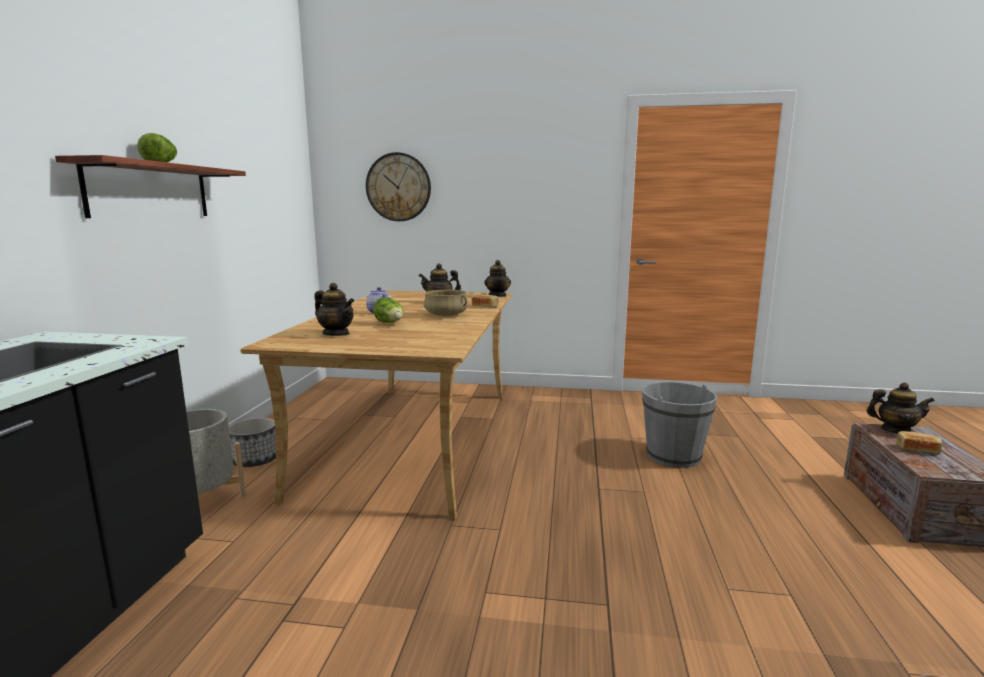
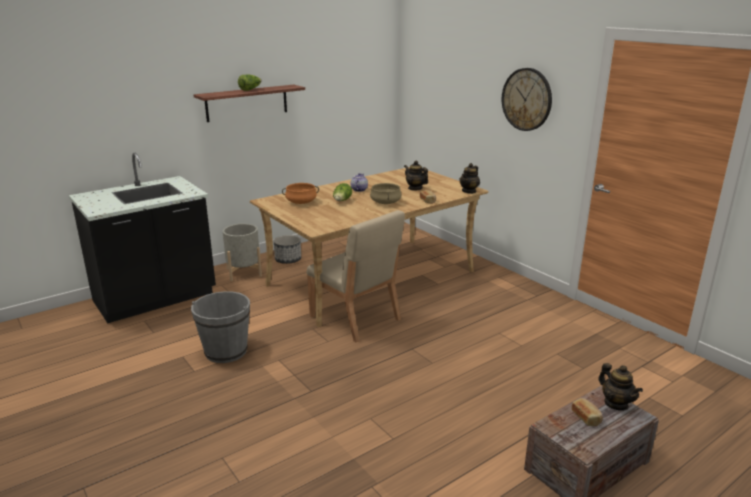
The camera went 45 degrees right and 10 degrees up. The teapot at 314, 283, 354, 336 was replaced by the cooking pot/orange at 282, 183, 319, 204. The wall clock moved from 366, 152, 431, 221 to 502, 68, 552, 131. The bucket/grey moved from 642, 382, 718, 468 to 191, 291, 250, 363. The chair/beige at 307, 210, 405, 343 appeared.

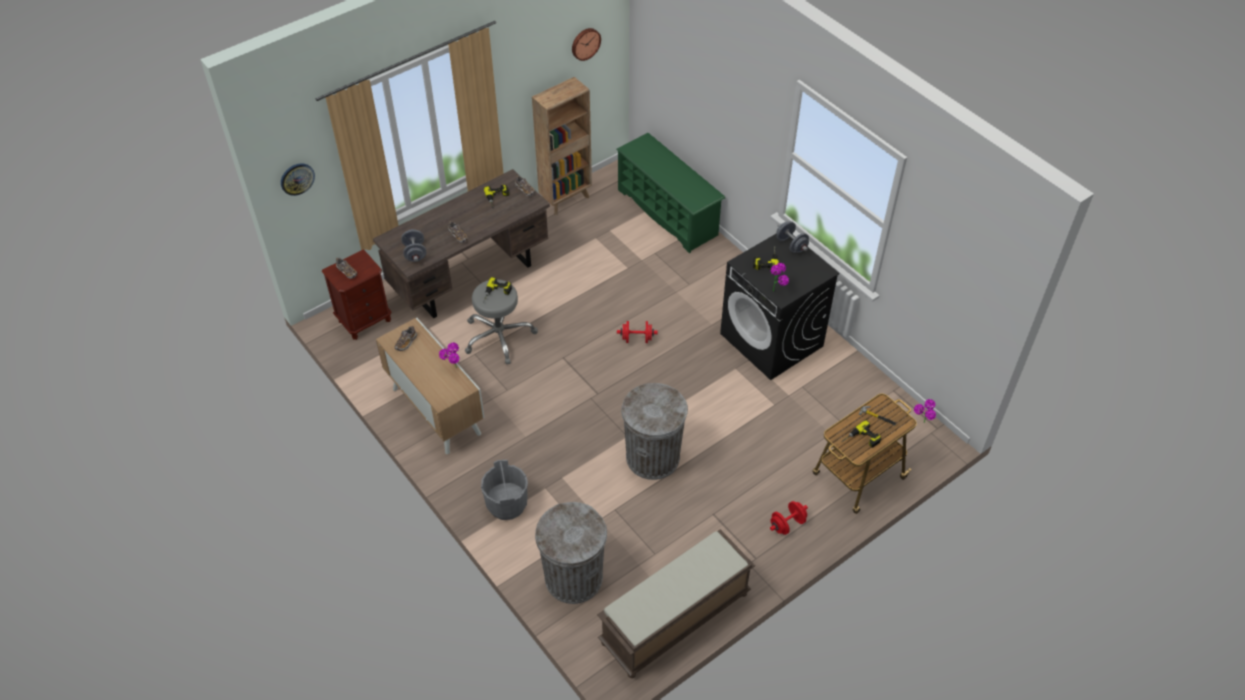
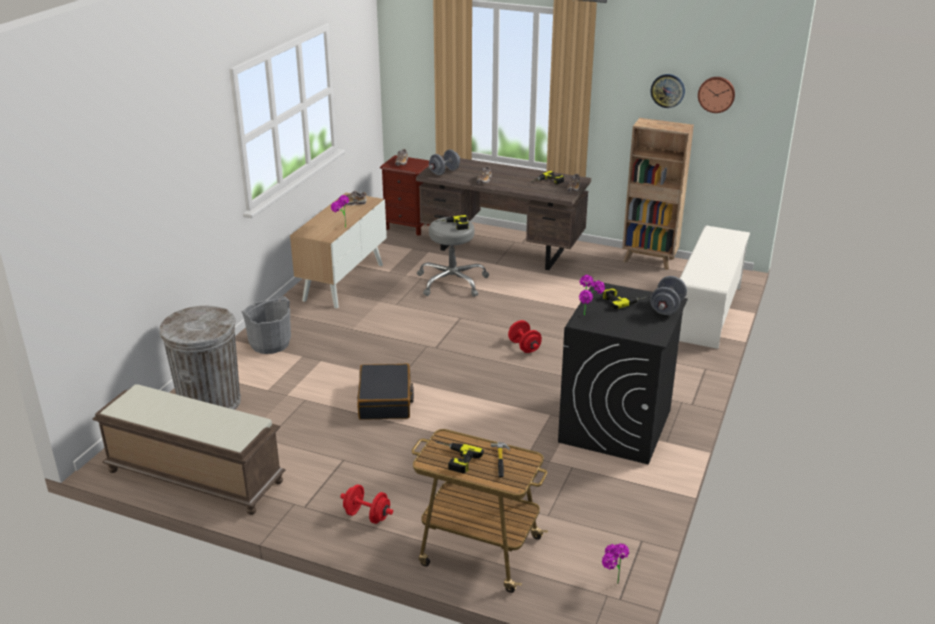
The camera went 60 degrees right and 20 degrees down. The wall clock moved from 281, 163, 315, 196 to 651, 74, 685, 108. The shoe rack/green at 616, 133, 726, 254 became the shoe rack/white at 679, 225, 750, 349. The trash can/grey at 621, 383, 688, 480 was replaced by the suitcase/black at 357, 363, 414, 420.

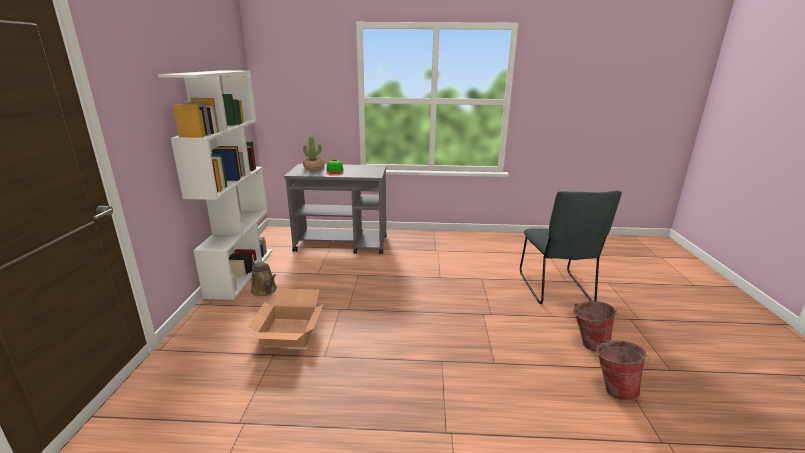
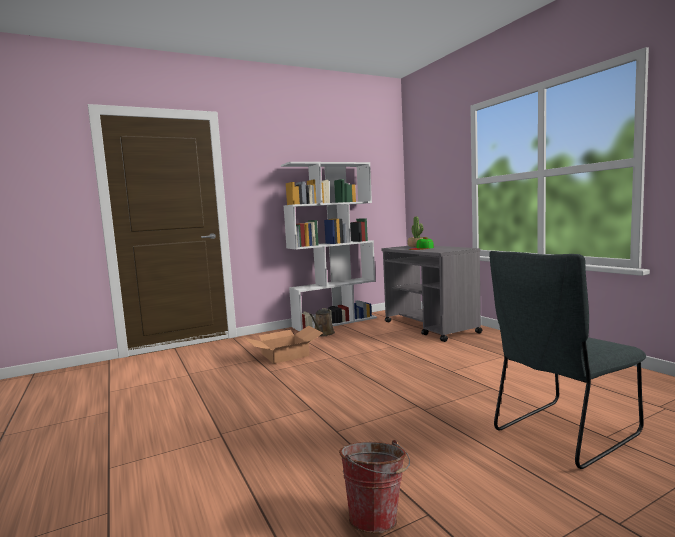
The camera went 60 degrees right and 15 degrees down. The bucket at 573, 301, 618, 351 disappeared.

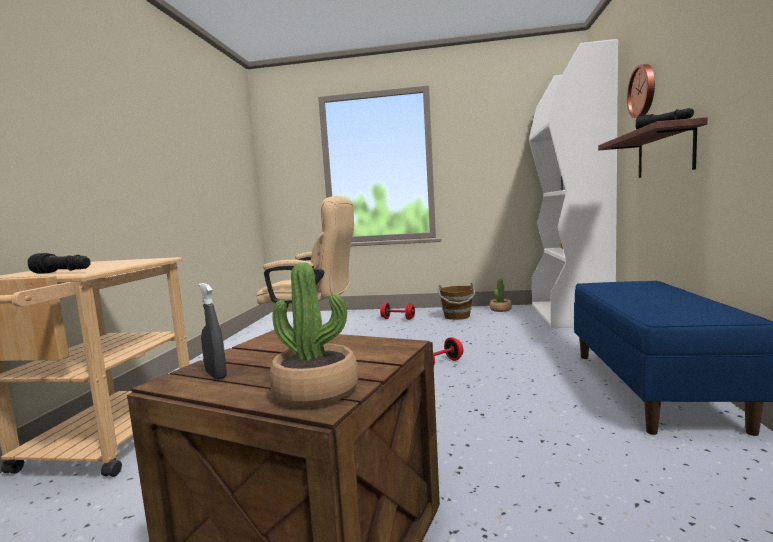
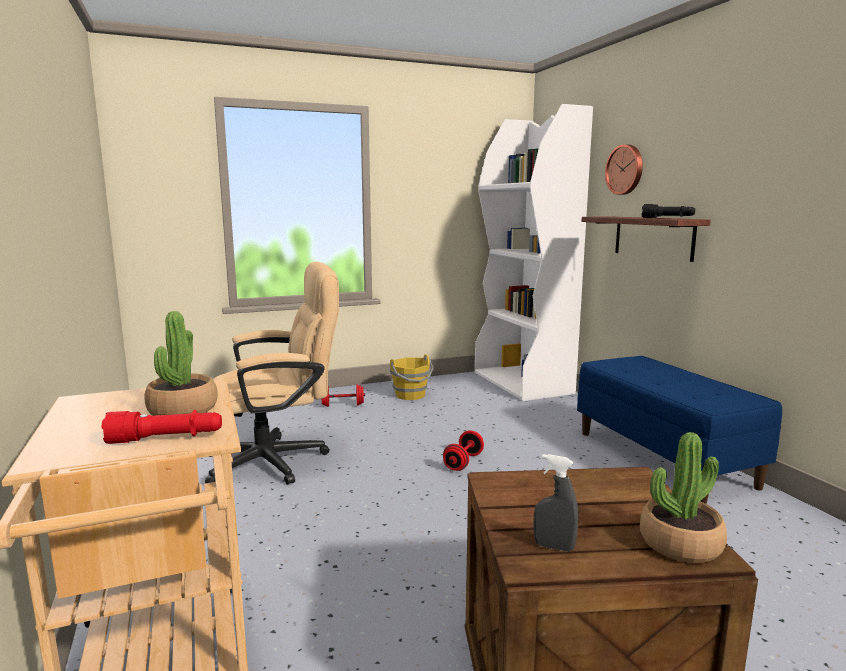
The camera went 30 degrees left and 5 degrees up. The flashlight/black at 28, 253, 91, 273 became the flashlight/red at 101, 410, 222, 444. The bucket/brown at 438, 283, 476, 320 became the bucket/yellow at 390, 355, 434, 400. The potted plant moved from 490, 278, 512, 312 to 144, 311, 218, 416.

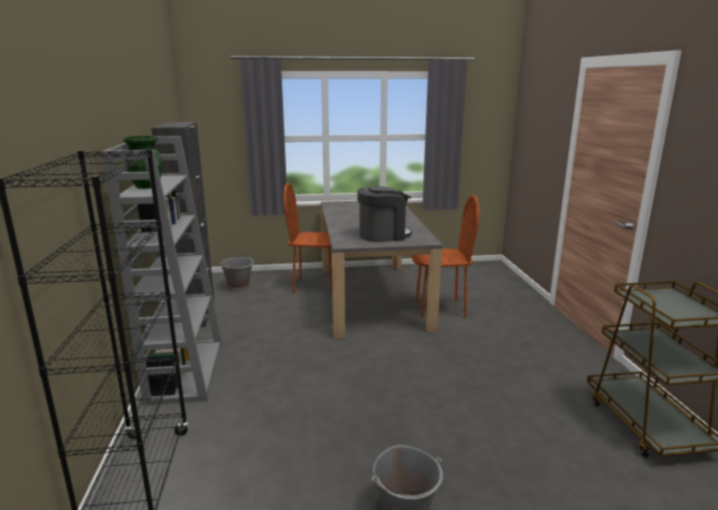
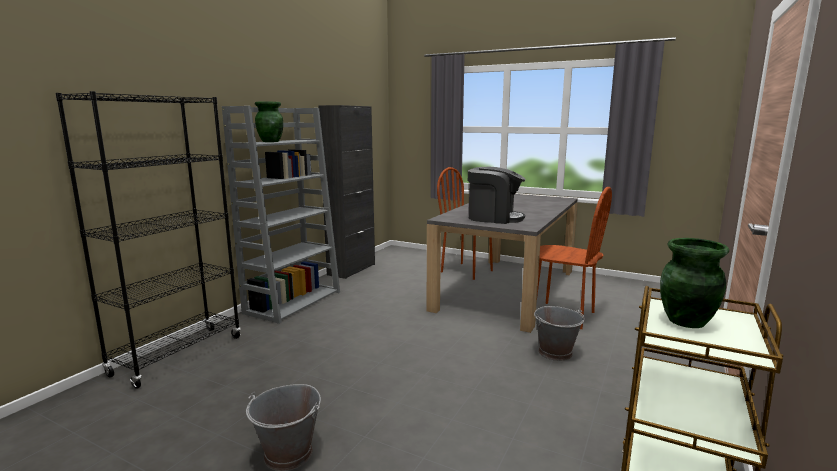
The camera went 35 degrees right and 5 degrees down. The bucket/grey moved from 221, 255, 254, 292 to 534, 306, 585, 361. The vase/green at 660, 238, 729, 328 appeared.

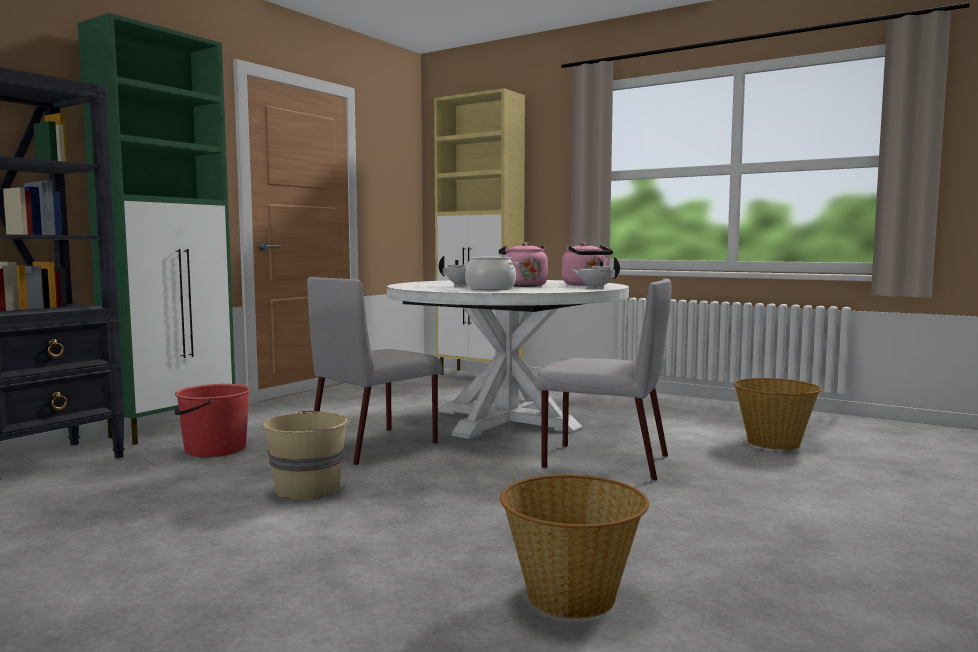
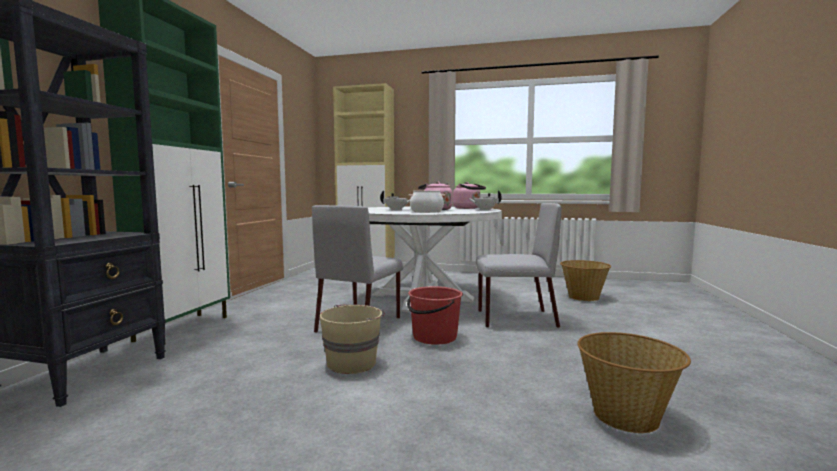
The camera went 20 degrees left and 0 degrees up. The bucket/red moved from 174, 384, 251, 457 to 407, 286, 463, 345.

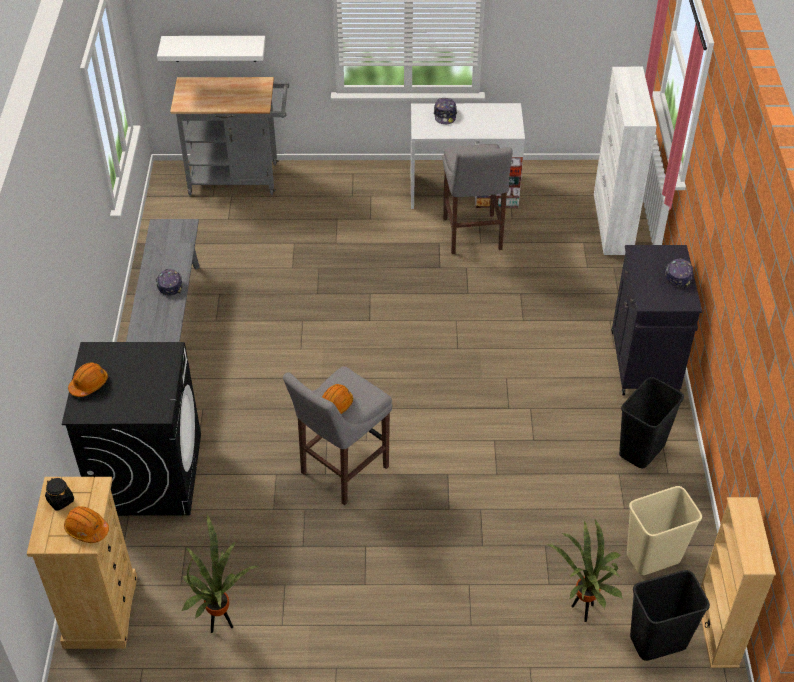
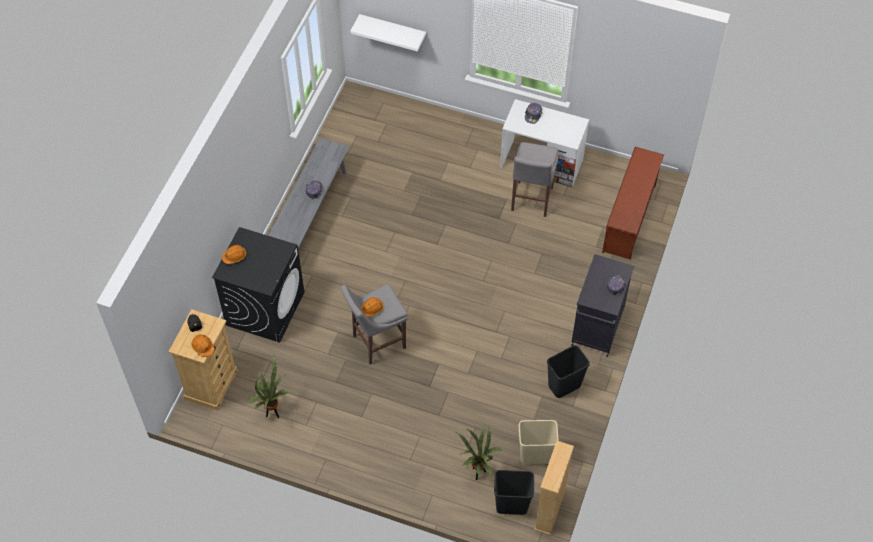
The camera went 20 degrees right and 10 degrees up. The cart/grey at 170, 77, 289, 195 disappeared. The cabinet/white at 594, 67, 657, 255 was replaced by the shoe rack/brown at 602, 147, 664, 260.

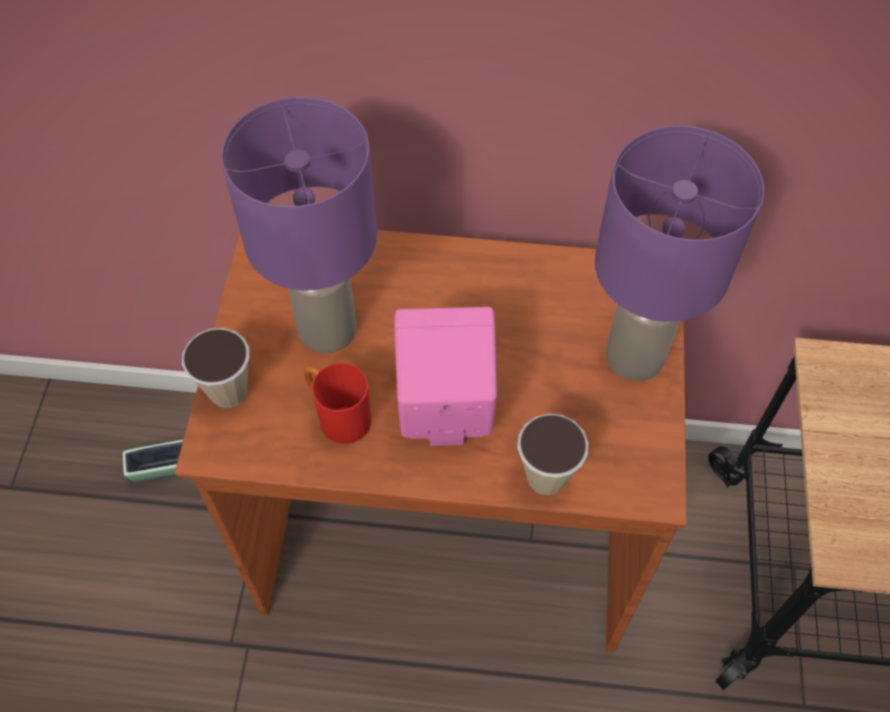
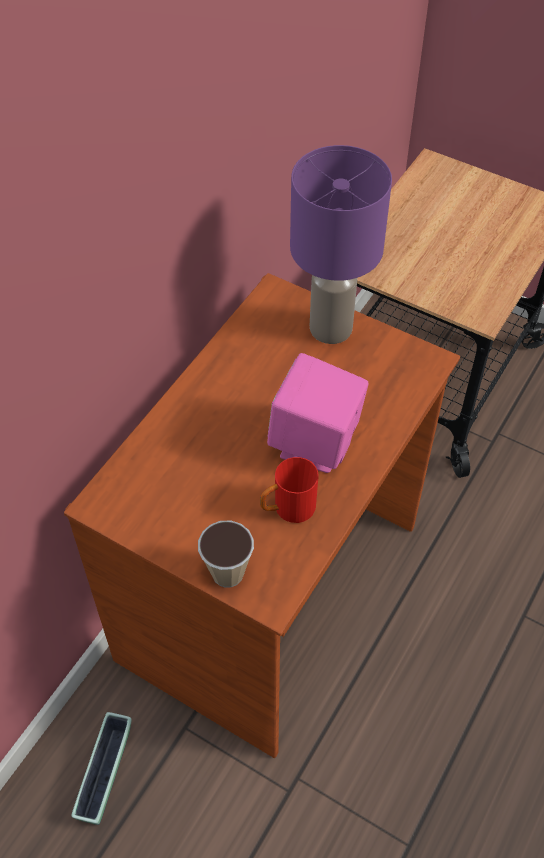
The camera went 65 degrees left and 5 degrees down. The table lamp/purple at 221, 97, 377, 353 disappeared. The cup at 517, 413, 588, 495 disappeared.

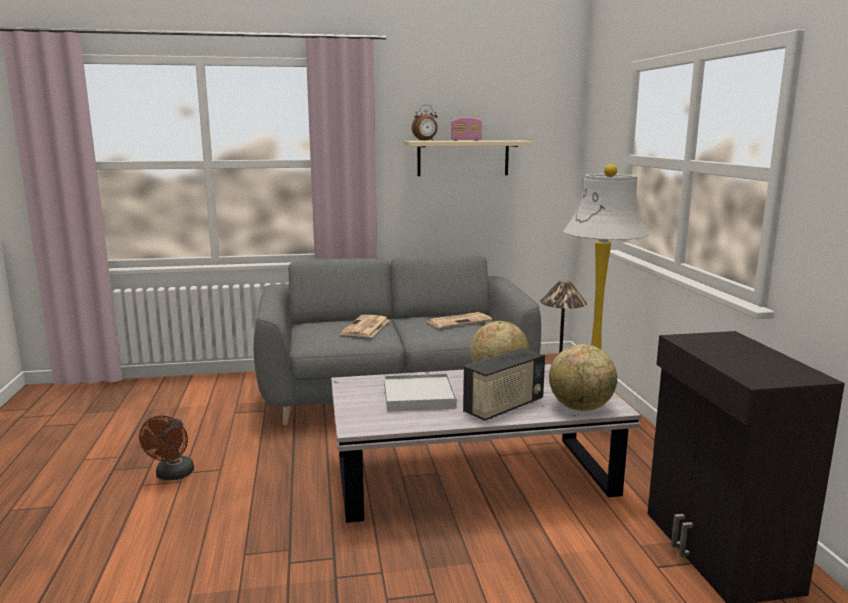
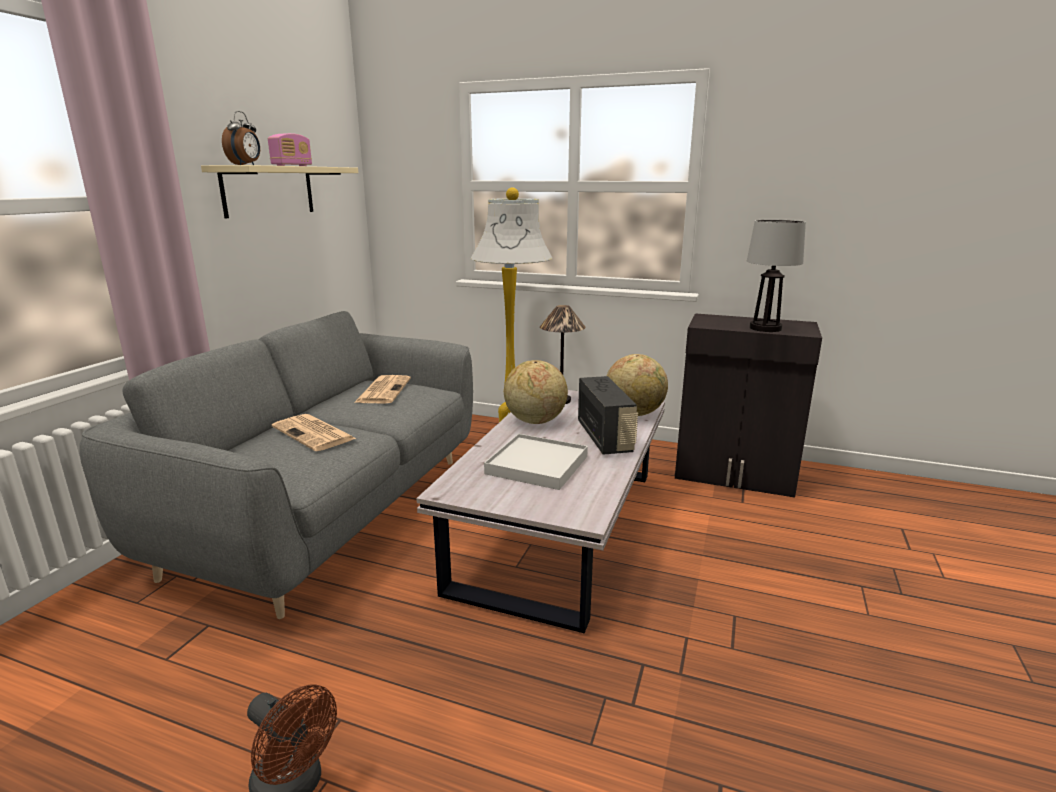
The camera went 60 degrees left and 5 degrees up. The table lamp at 747, 220, 806, 332 appeared.

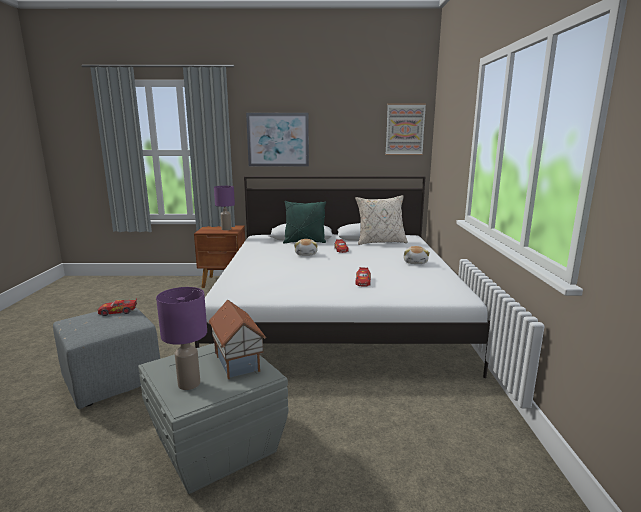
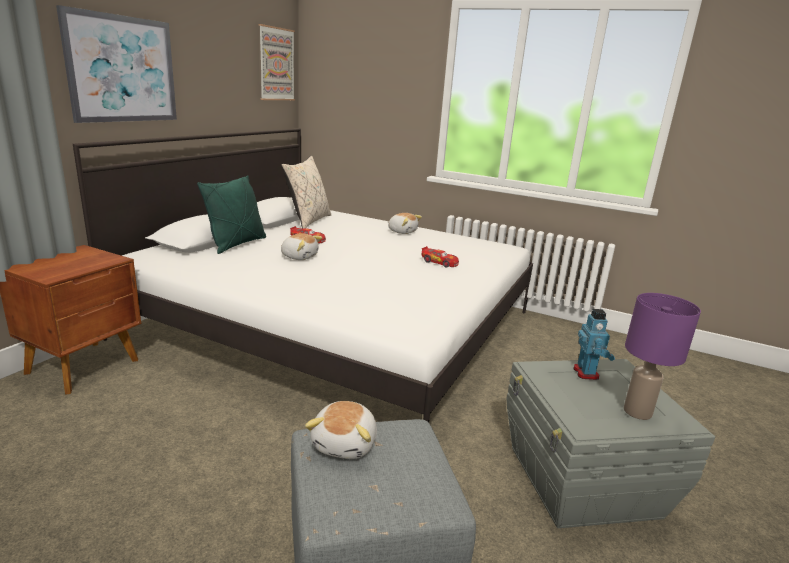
The camera went 65 degrees left and 5 degrees up. The toy car at 97, 298, 137, 316 was replaced by the plush toy at 305, 401, 377, 459. The toy house at 208, 300, 266, 379 was replaced by the toy robot at 573, 309, 615, 380. The table lamp/purple at 214, 186, 235, 230 disappeared.

